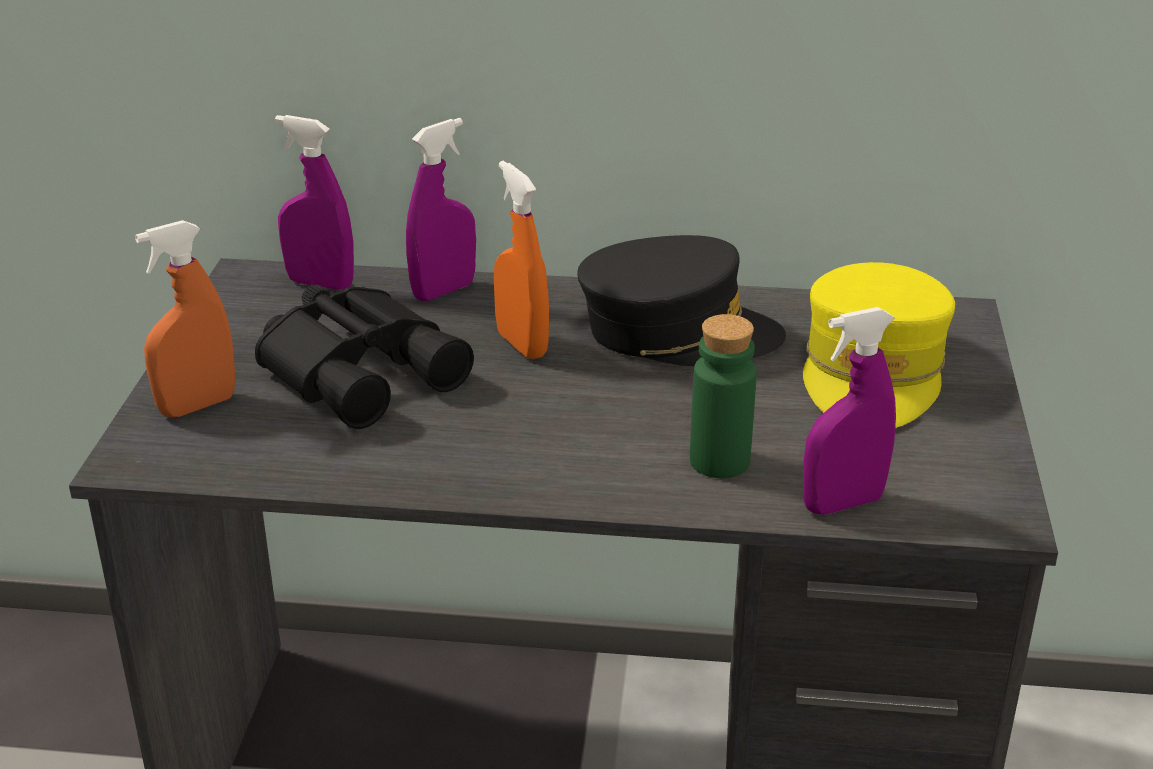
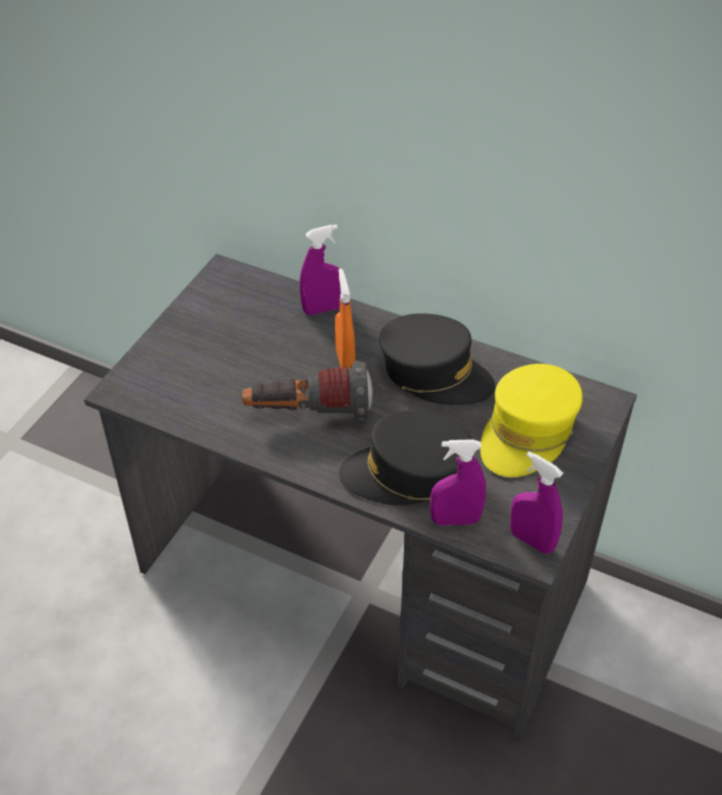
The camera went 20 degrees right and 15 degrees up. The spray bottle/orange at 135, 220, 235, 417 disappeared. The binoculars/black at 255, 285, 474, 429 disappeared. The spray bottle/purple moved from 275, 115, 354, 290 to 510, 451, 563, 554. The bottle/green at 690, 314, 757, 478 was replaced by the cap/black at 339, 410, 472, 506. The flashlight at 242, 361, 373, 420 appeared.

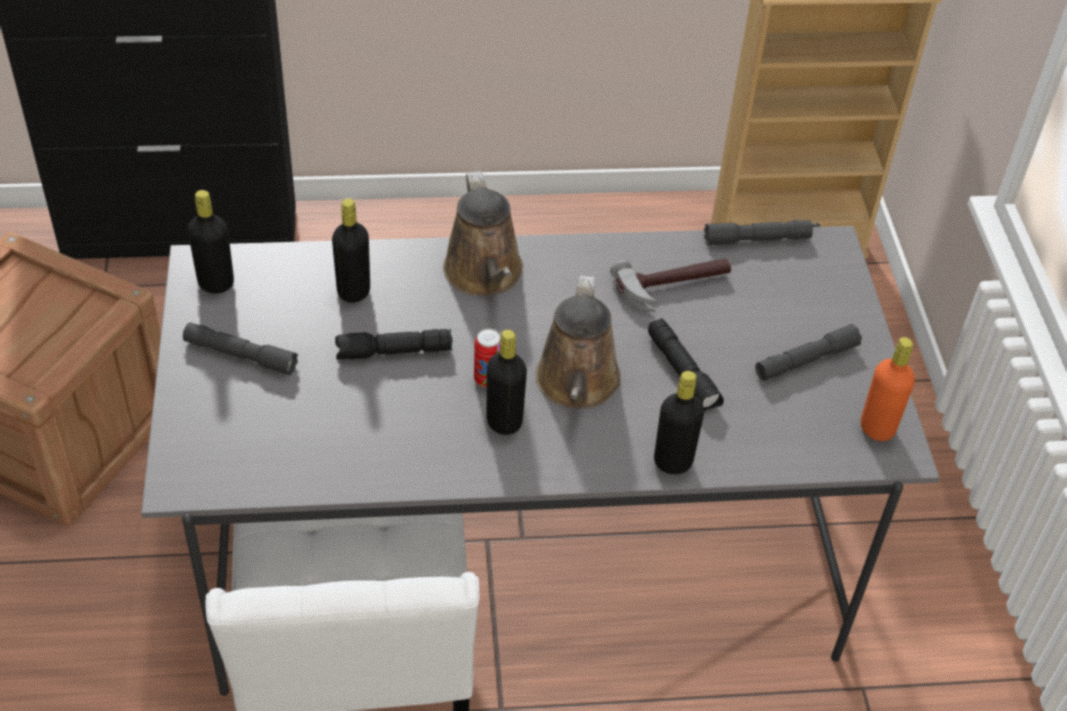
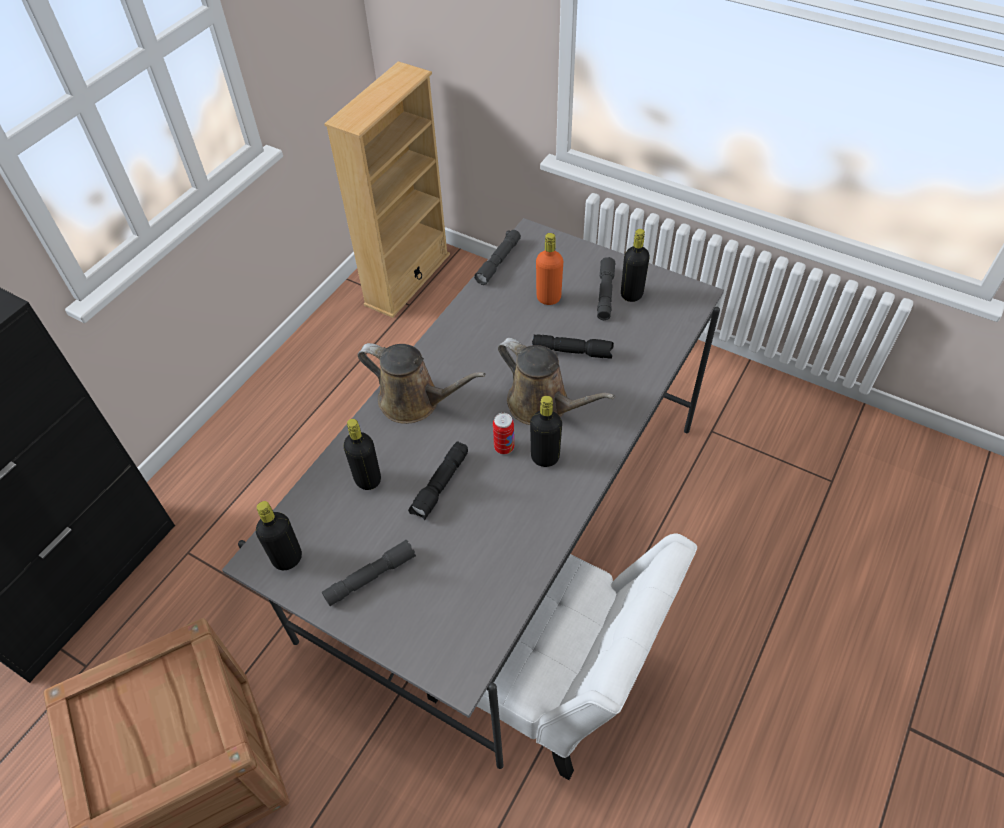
The camera went 50 degrees left and 5 degrees up. The hammer at 610, 258, 731, 312 disappeared. The bottle/black moved from 654, 371, 704, 474 to 621, 229, 650, 302. The bottle/orange moved from 861, 337, 915, 441 to 536, 233, 563, 305.

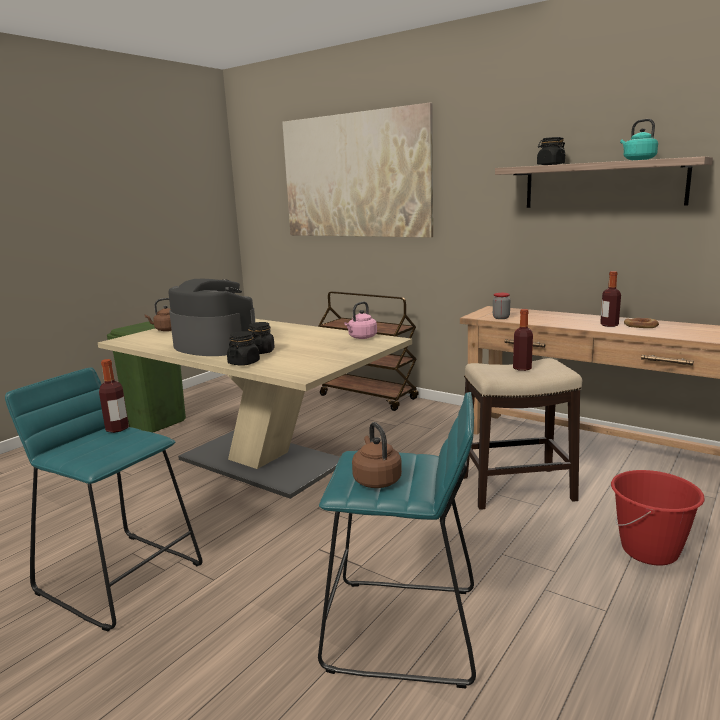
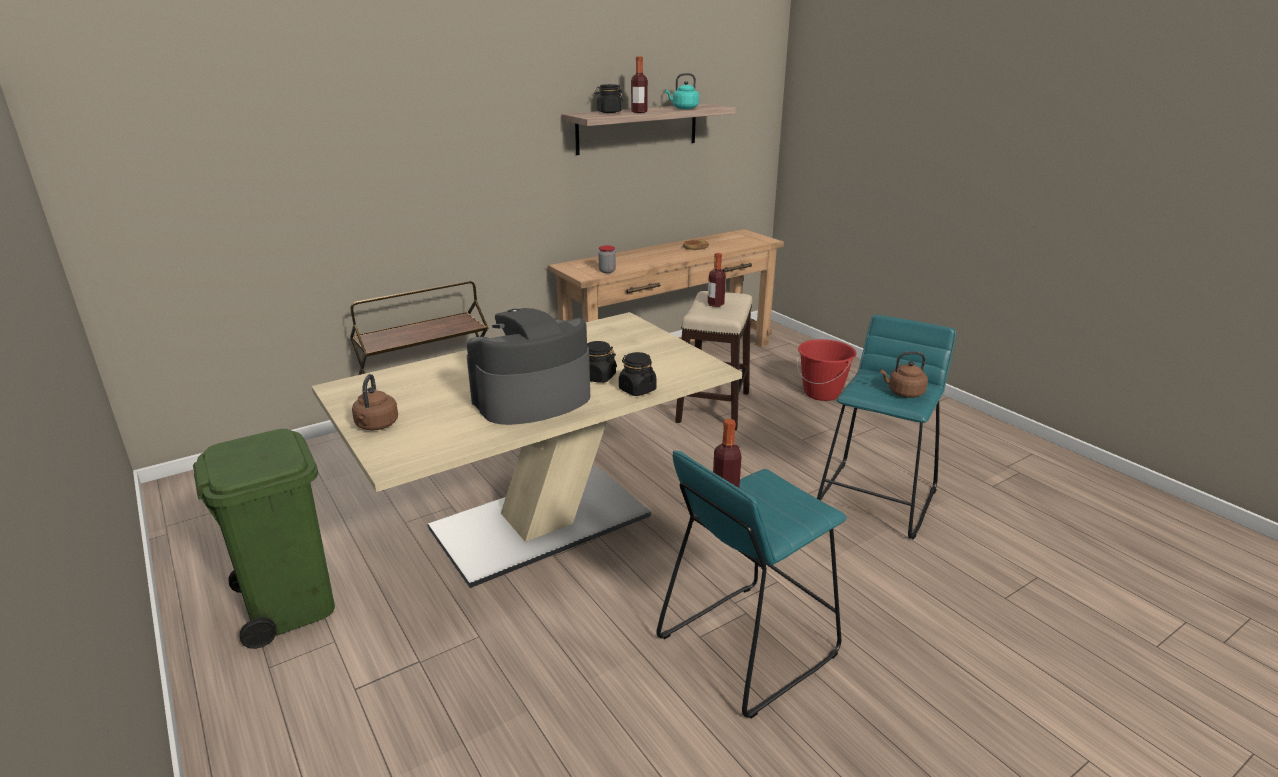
The camera went 70 degrees left and 10 degrees up. The picture at 282, 103, 433, 238 disappeared. The kettle/pink at 344, 301, 377, 339 disappeared. The bottle moved from 600, 271, 621, 327 to 631, 57, 648, 113.

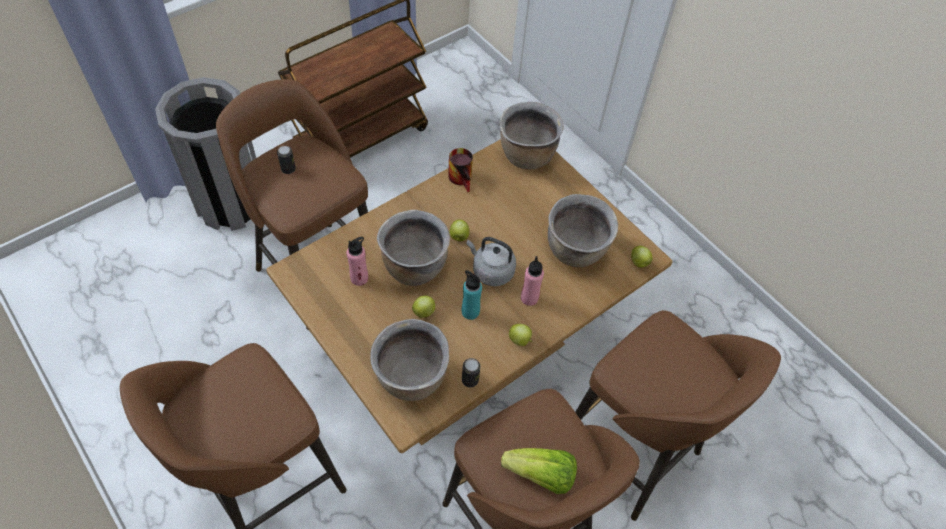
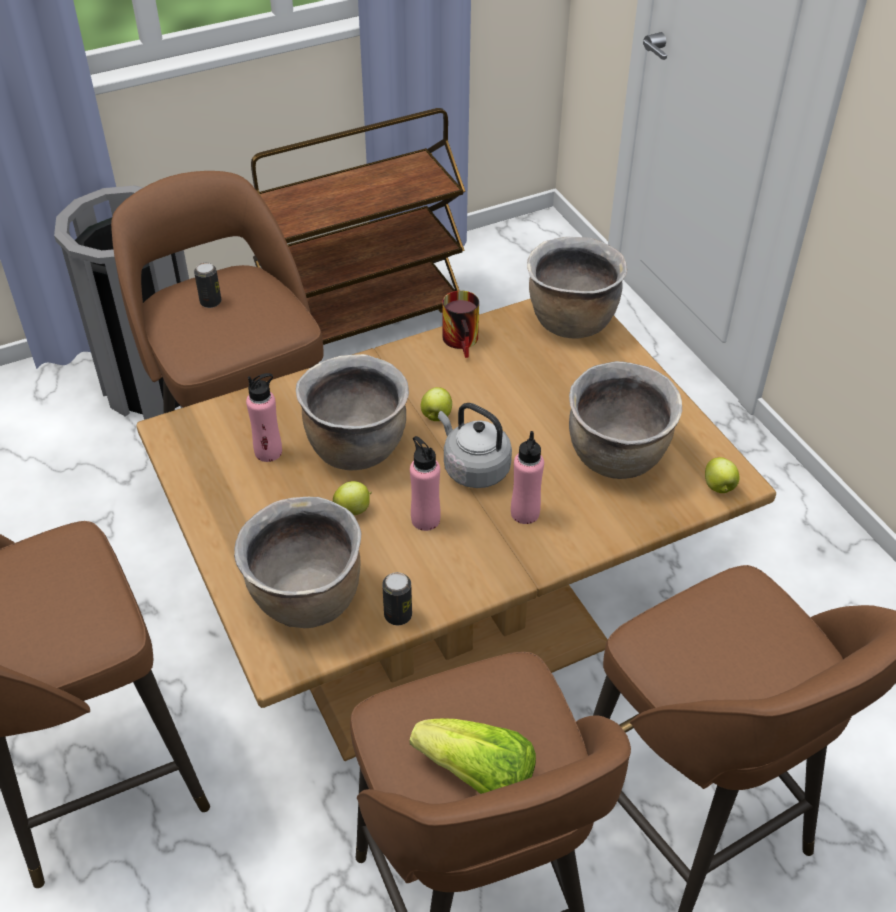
The camera went 15 degrees right and 10 degrees down. The bottle/turquoise at 462, 270, 482, 320 became the bottle/pink at 410, 436, 441, 531. The apple at 509, 324, 532, 346 disappeared.

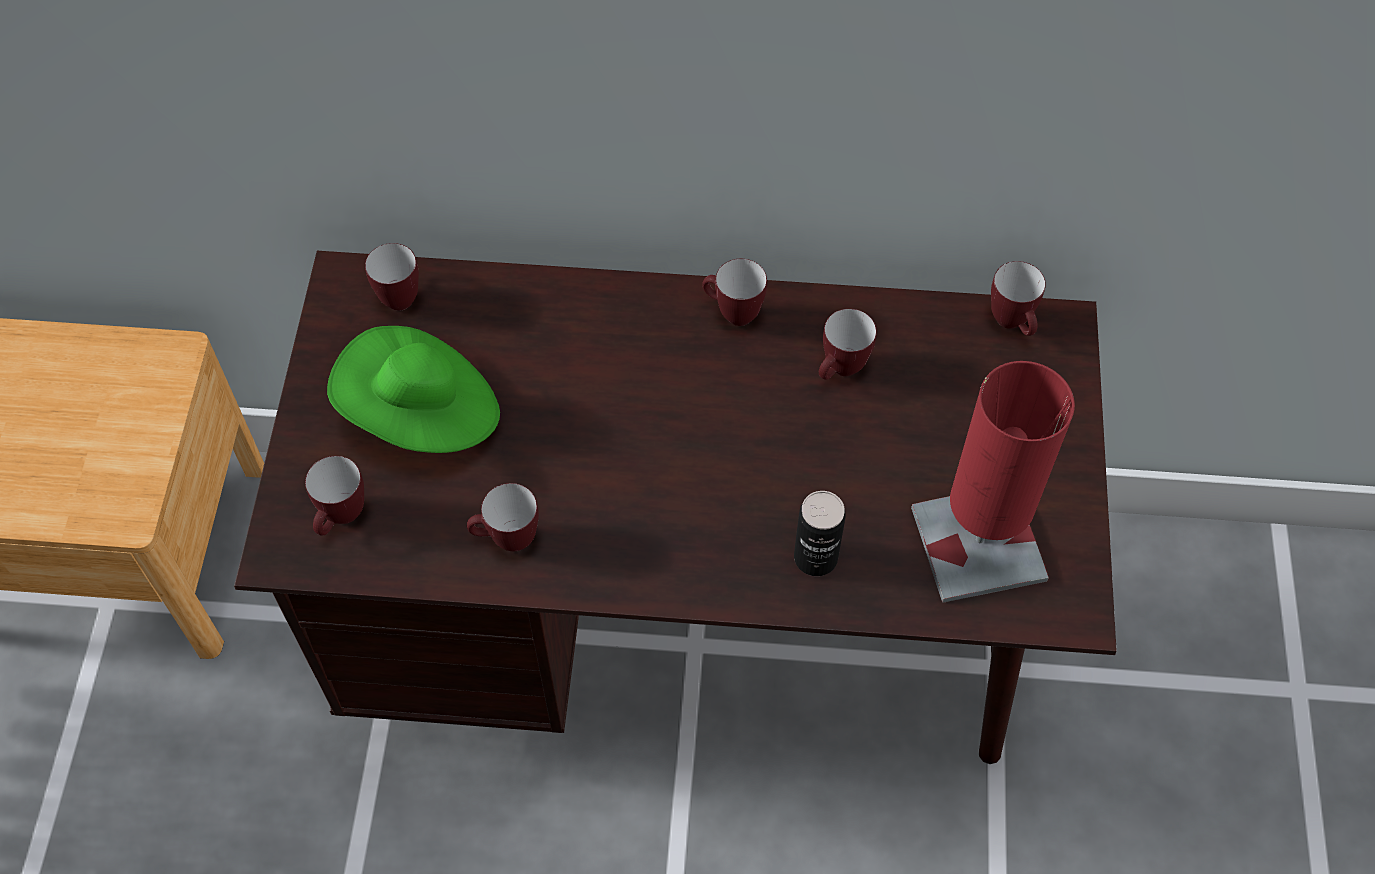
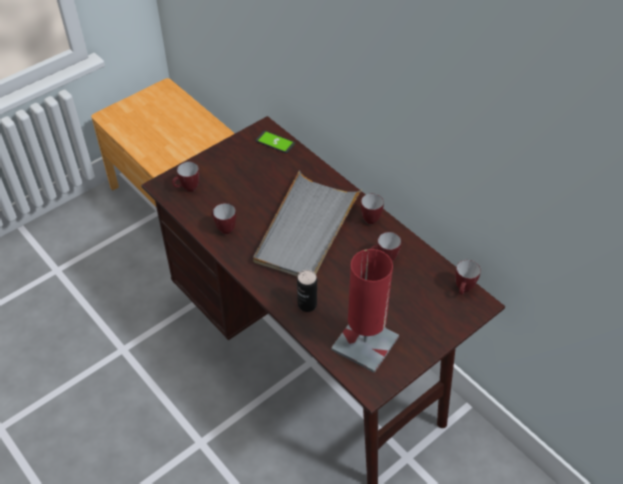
The camera went 45 degrees right and 10 degrees down. The hat/green at 327, 326, 500, 453 disappeared. The mug at 365, 243, 419, 310 was replaced by the phone at 255, 131, 295, 153. The tray/grey at 253, 171, 362, 277 appeared.

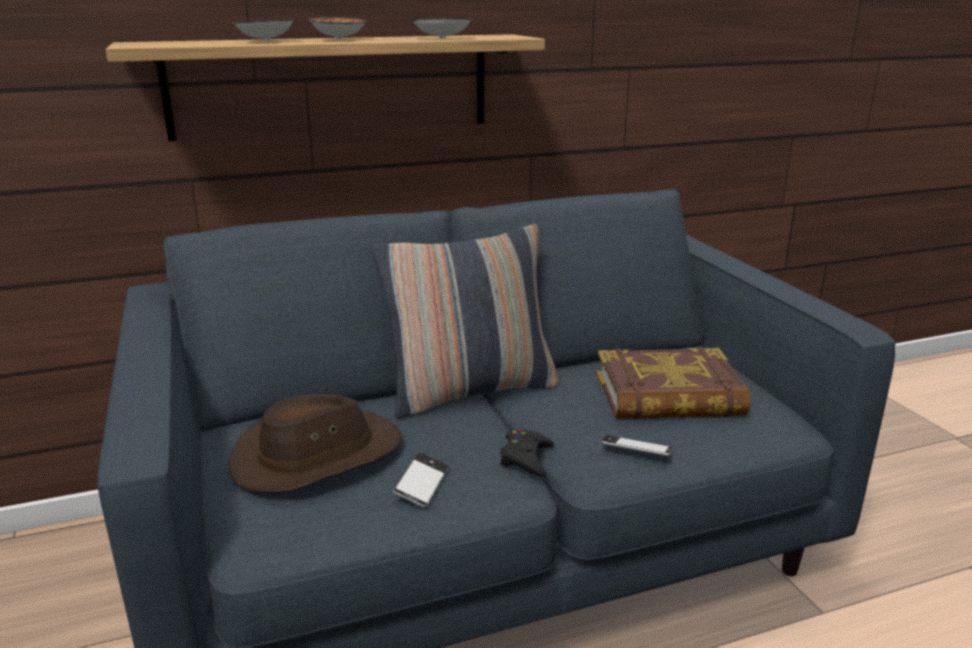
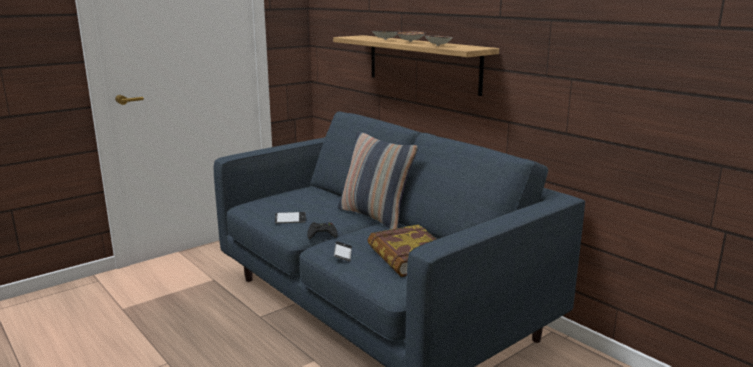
The camera went 70 degrees right and 5 degrees down. The hat/brown at 229, 394, 402, 493 disappeared.

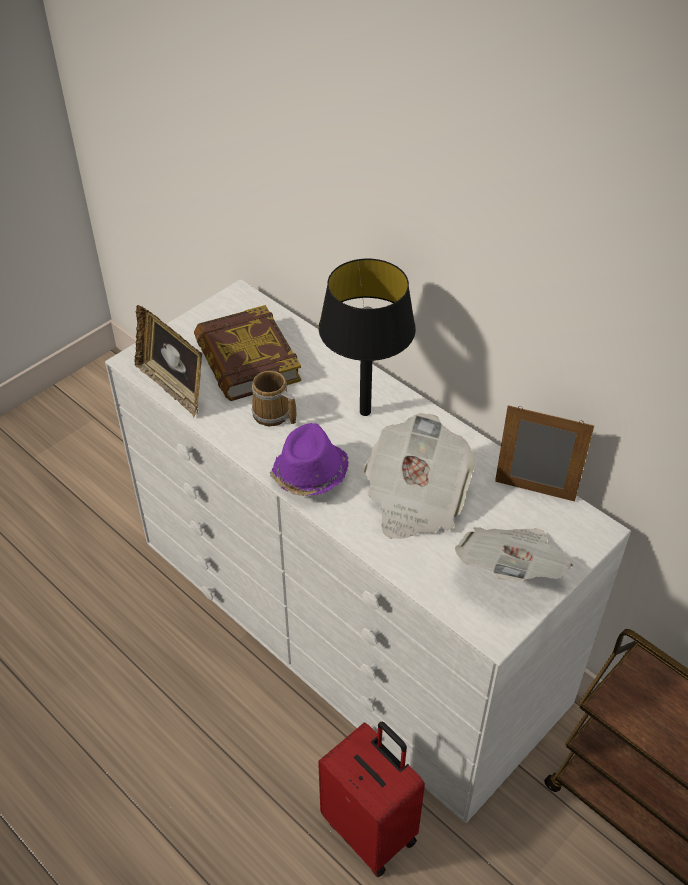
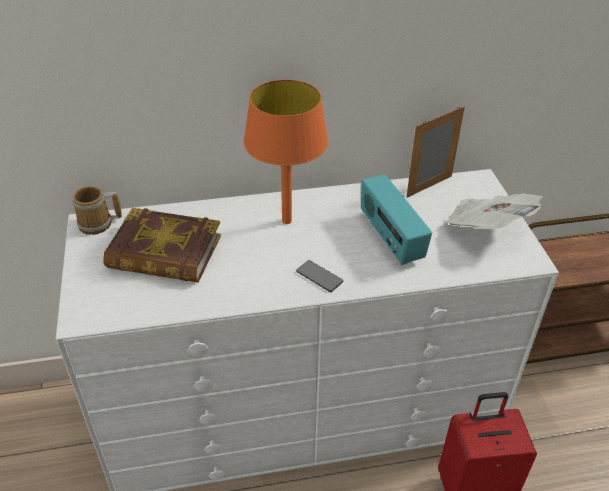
The camera went 55 degrees left and 5 degrees down. The picture frame at 135, 305, 202, 417 disappeared. The mug moved from 252, 371, 296, 426 to 72, 186, 122, 235. The hat/purple at 270, 423, 349, 496 was replaced by the phone at 296, 260, 343, 292. The table lamp/black at 319, 259, 416, 416 became the table lamp/orange at 244, 79, 329, 224. The newspaper at 364, 413, 475, 539 was replaced by the radio at 361, 174, 432, 265.

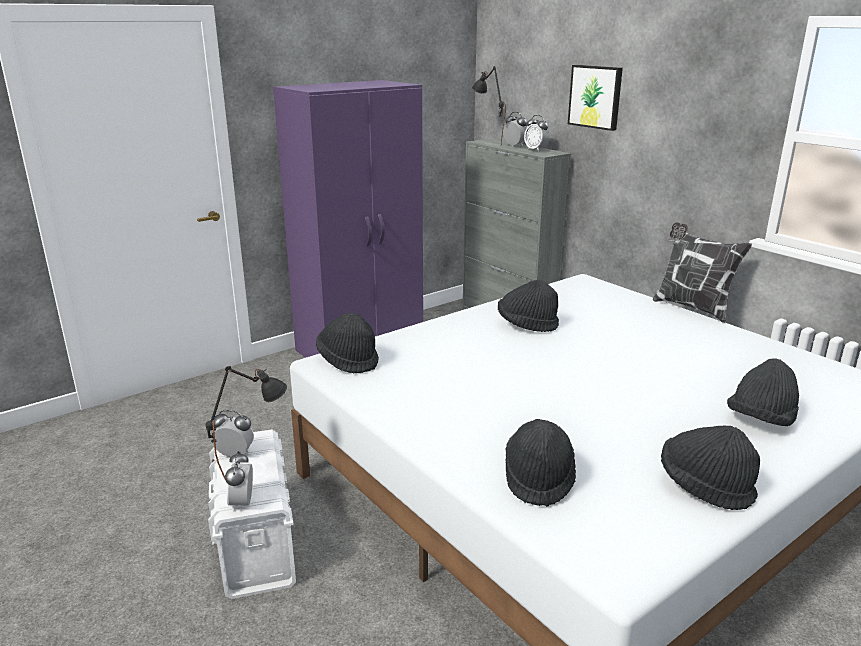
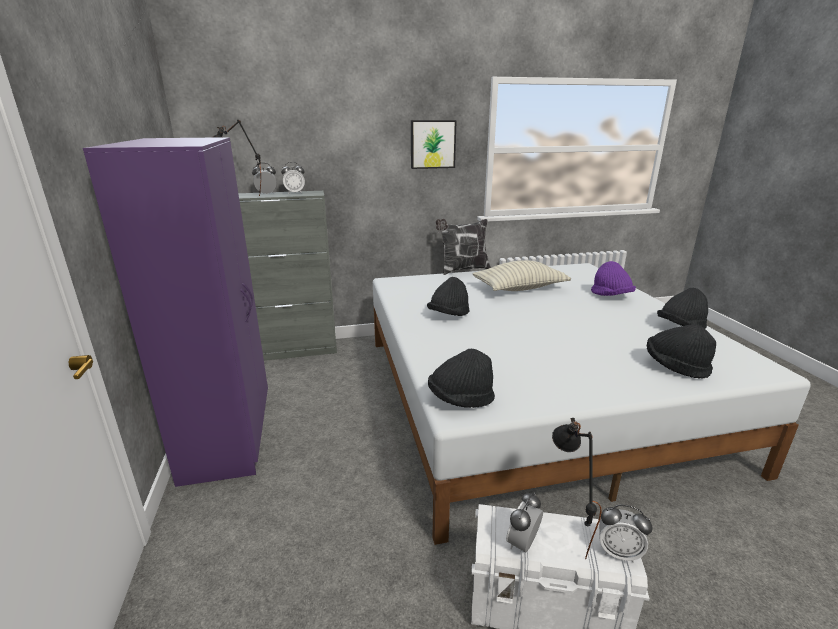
The camera went 65 degrees left and 0 degrees up. The picture moved from 568, 65, 623, 131 to 411, 120, 457, 169. The hat/black at 727, 358, 799, 426 became the hat/purple at 591, 261, 636, 296. The pillow at 472, 260, 571, 291 appeared.

